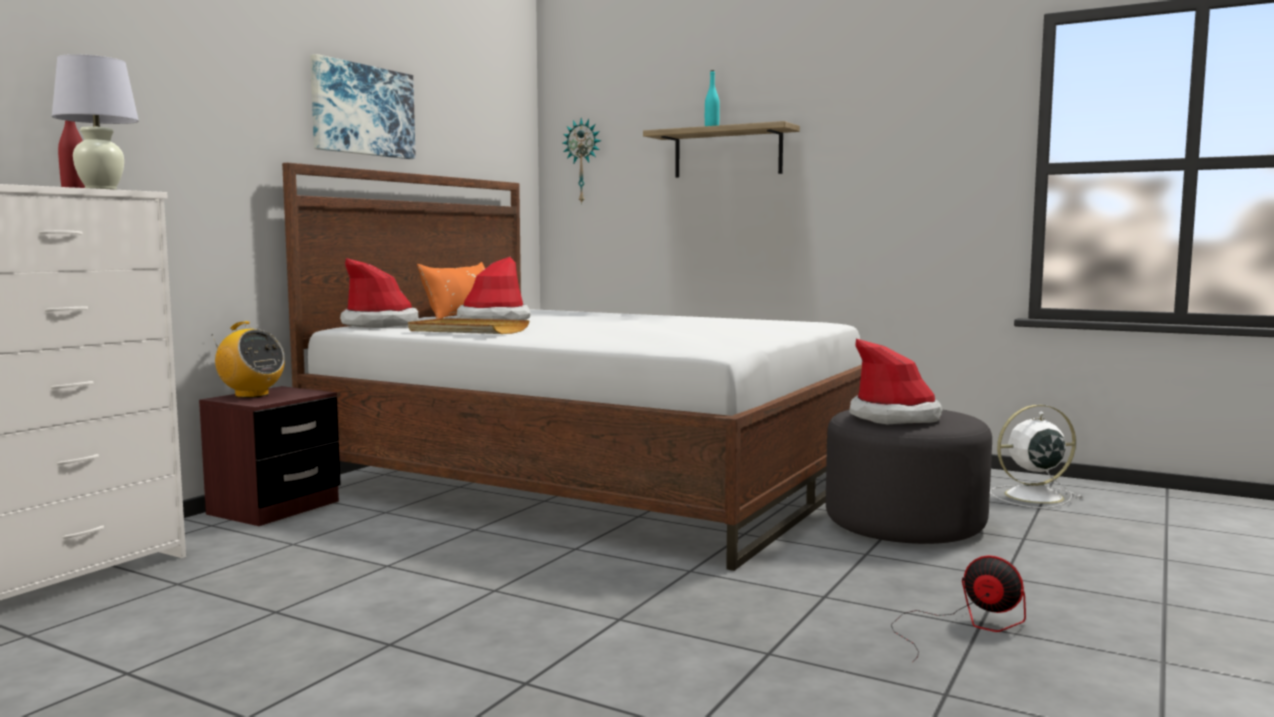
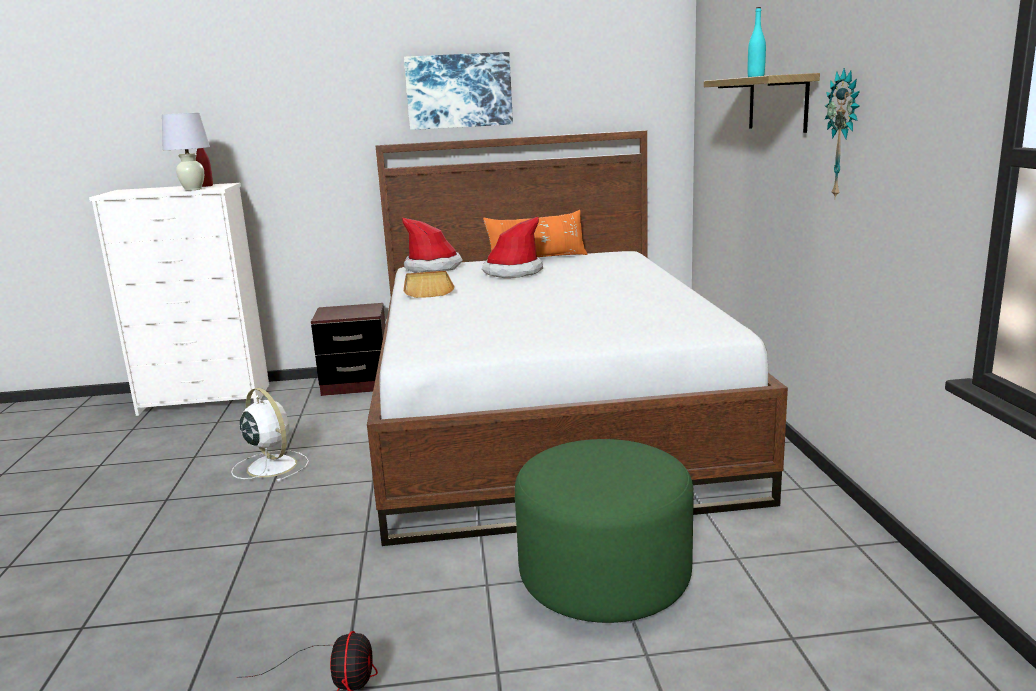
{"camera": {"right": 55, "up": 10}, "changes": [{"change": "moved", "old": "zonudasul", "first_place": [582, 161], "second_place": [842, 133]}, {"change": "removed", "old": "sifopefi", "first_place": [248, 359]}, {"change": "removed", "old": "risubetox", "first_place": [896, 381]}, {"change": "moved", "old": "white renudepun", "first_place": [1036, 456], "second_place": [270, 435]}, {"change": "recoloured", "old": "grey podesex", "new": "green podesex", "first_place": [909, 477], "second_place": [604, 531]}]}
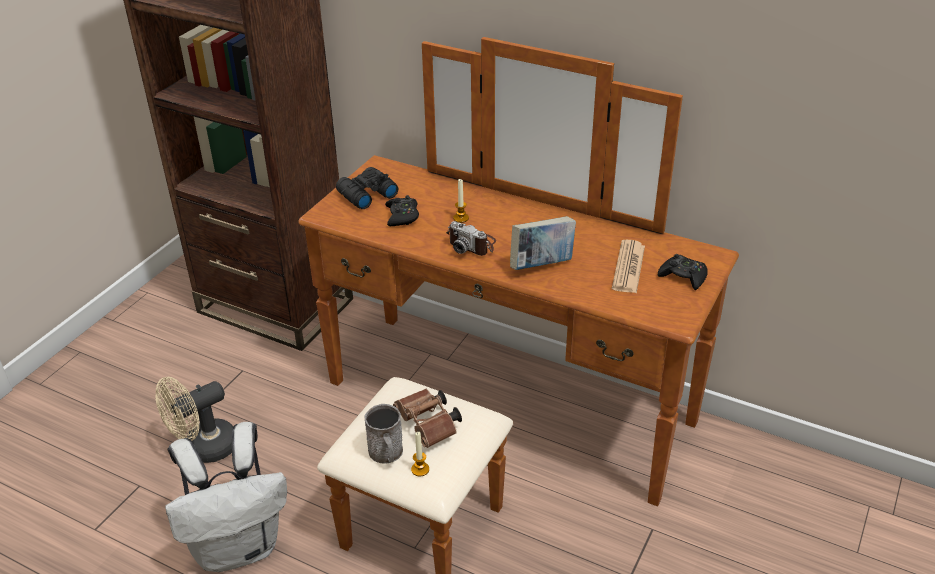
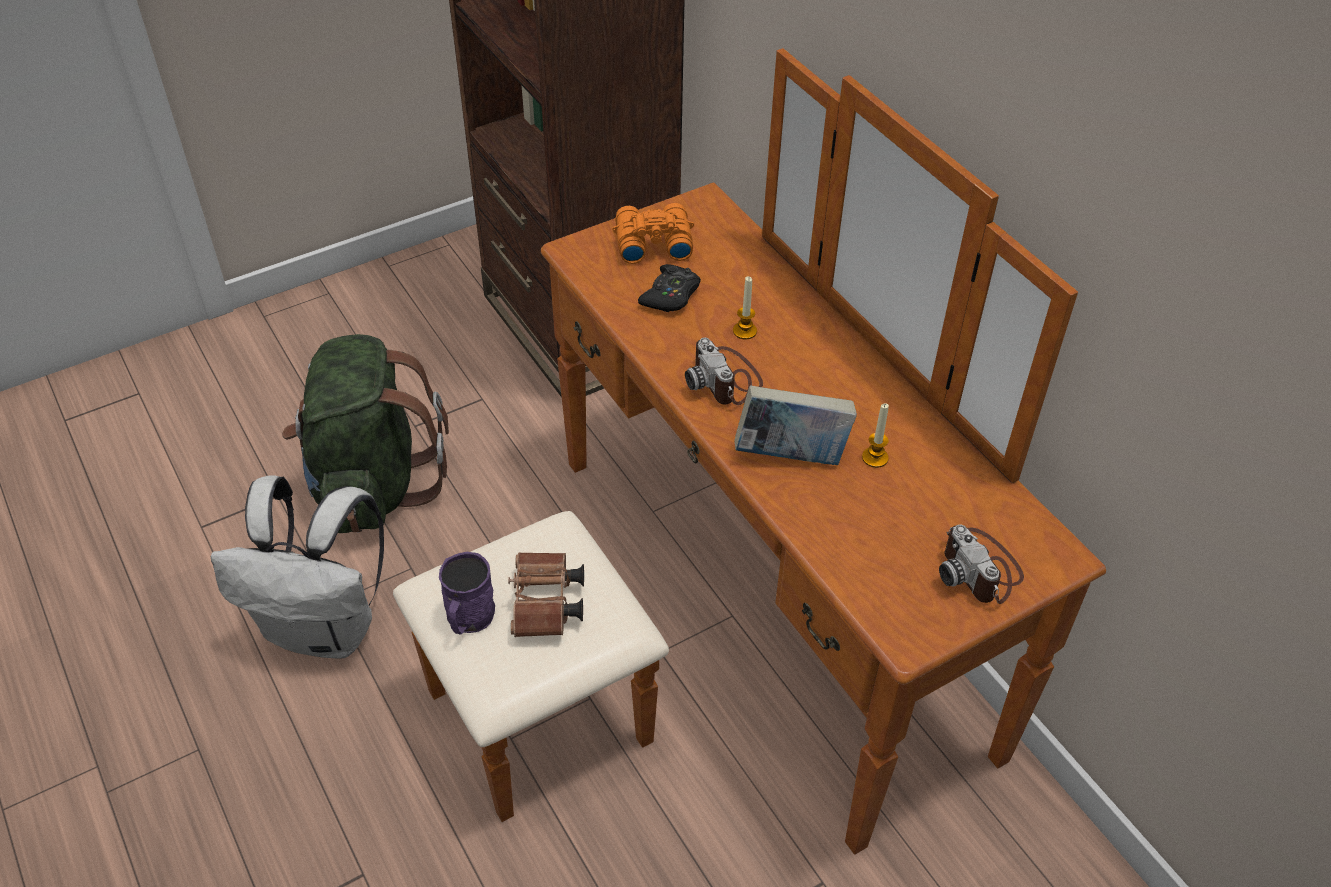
{"camera": {"right": 30, "up": 10}, "changes": [{"change": "recoloured", "old": "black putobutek", "new": "orange putobutek", "first_place": [367, 188], "second_place": [653, 233]}, {"change": "removed", "old": "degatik", "first_place": [628, 266]}, {"change": "replaced", "old": "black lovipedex", "new": "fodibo", "first_place": [683, 272], "second_place": [981, 564]}, {"change": "replaced", "old": "beige renudepun", "new": "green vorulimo", "first_place": [194, 420], "second_place": [365, 433]}, {"change": "recoloured", "old": "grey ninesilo", "new": "purple ninesilo", "first_place": [384, 434], "second_place": [467, 593]}, {"change": "moved", "old": "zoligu", "first_place": [420, 454], "second_place": [875, 436]}]}
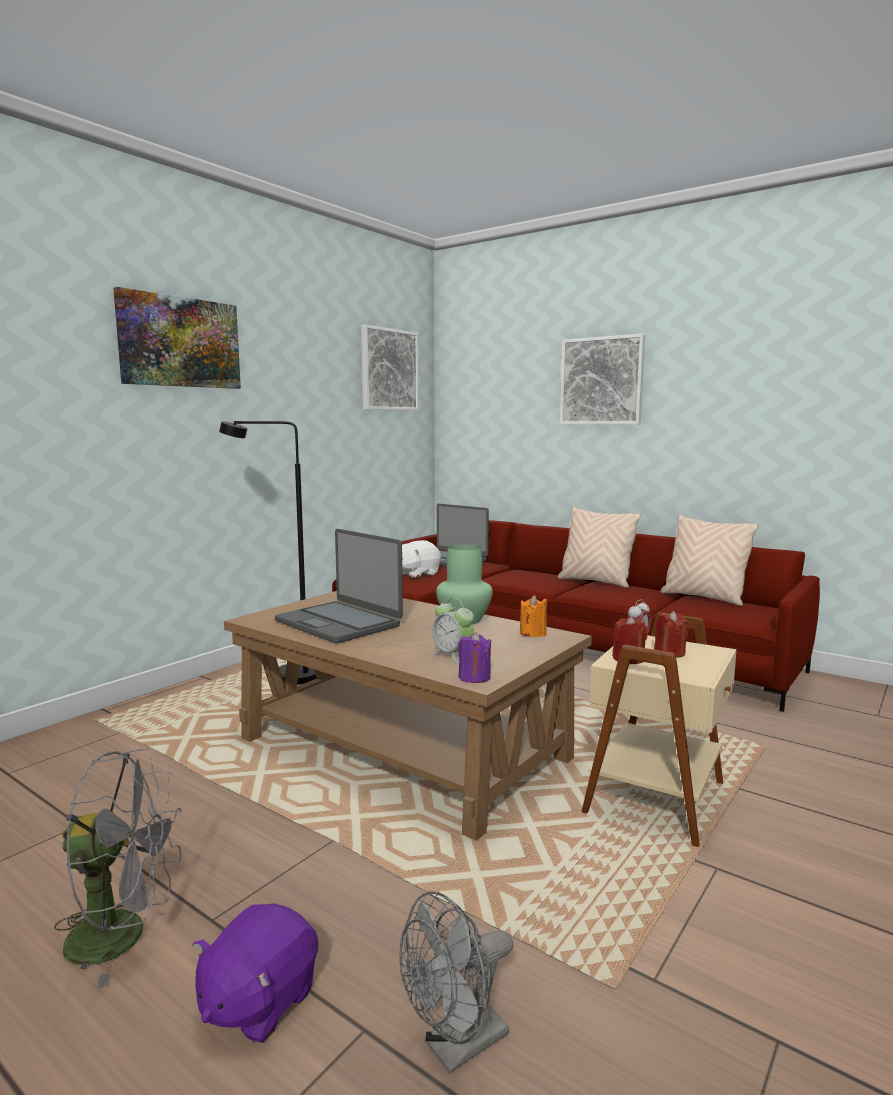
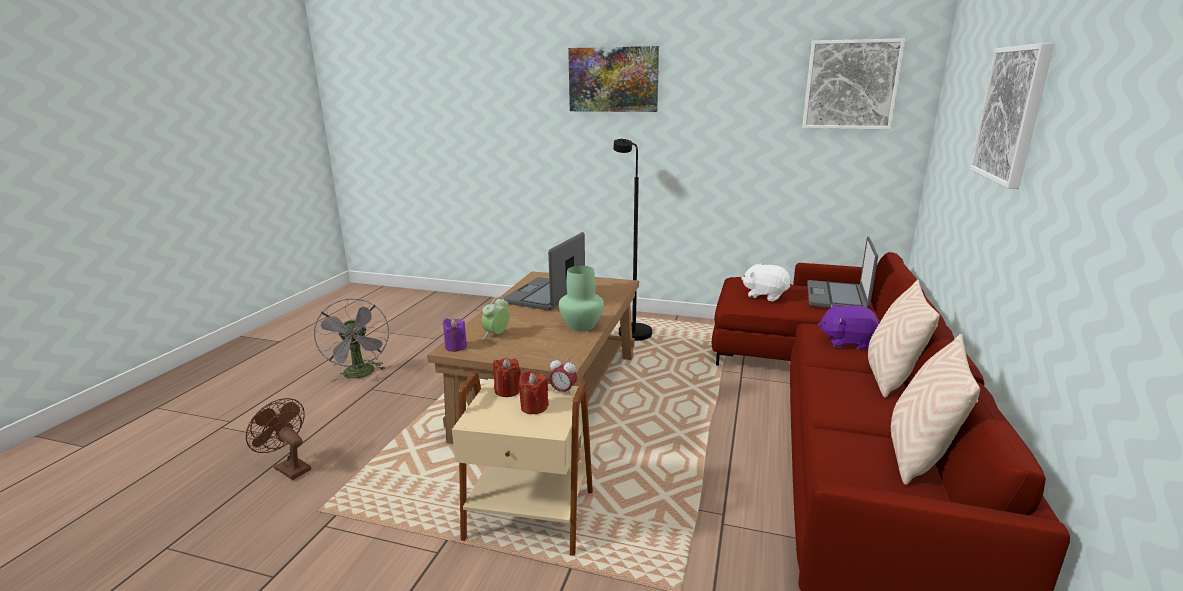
{"camera": {"right": 70, "up": 10}, "changes": [{"change": "removed", "old": "orange zoligu", "first_place": [533, 616]}, {"change": "recoloured", "old": "grey renudepun", "new": "brown renudepun", "first_place": [456, 982], "second_place": [278, 439]}, {"change": "moved", "old": "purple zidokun", "first_place": [255, 973], "second_place": [848, 327]}]}
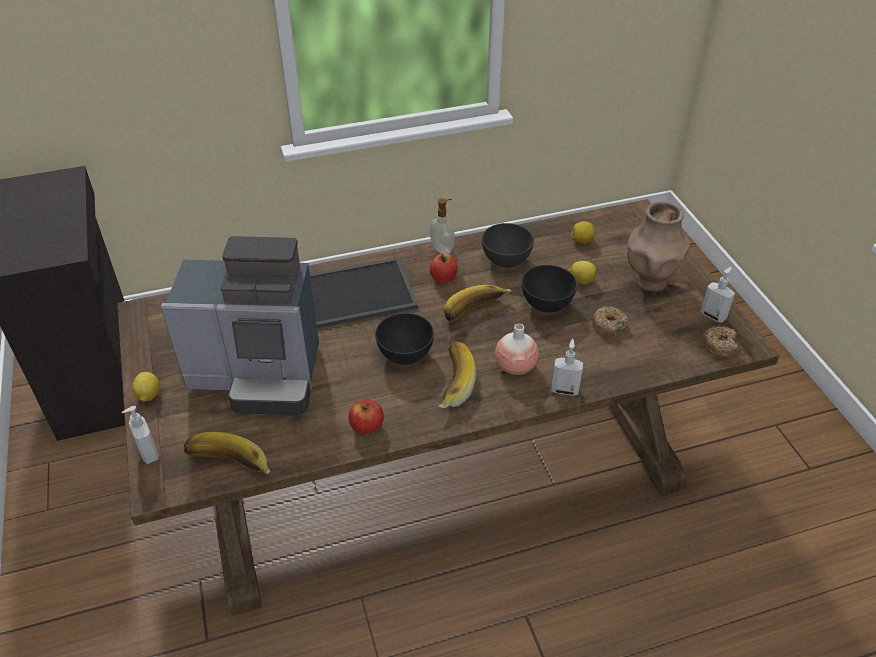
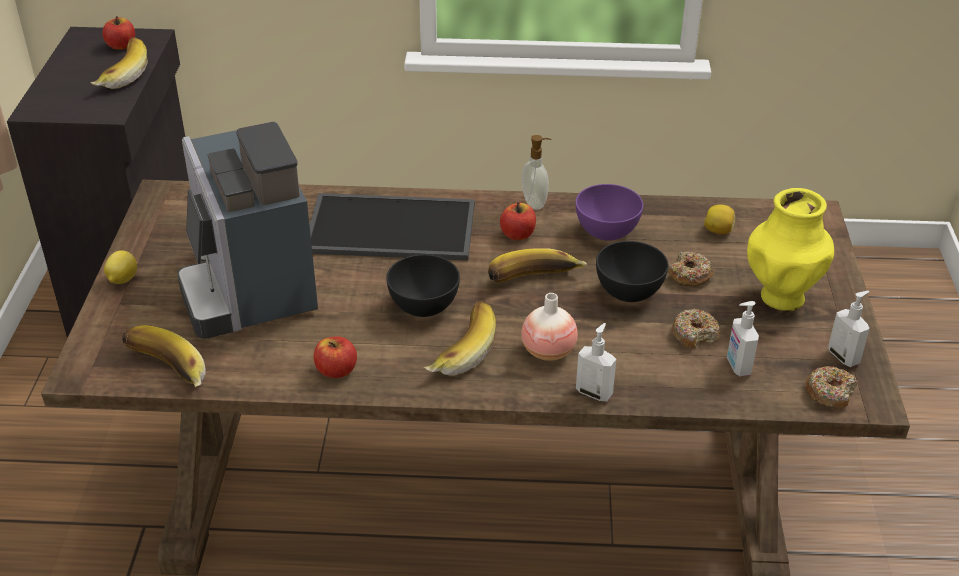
{"camera": {"right": 20, "up": -5}, "changes": [{"change": "recoloured", "old": "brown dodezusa", "new": "yellow dodezusa", "first_place": [658, 246], "second_place": [790, 250]}, {"change": "recoloured", "old": "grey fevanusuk", "new": "purple fevanusuk", "first_place": [508, 245], "second_place": [609, 212]}, {"change": "turned", "old": "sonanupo", "first_place": [240, 325], "second_place": [247, 230], "degrees": 45}, {"change": "replaced", "old": "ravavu", "new": "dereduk", "first_place": [582, 272], "second_place": [690, 269]}, {"change": "moved", "old": "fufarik", "first_place": [140, 435], "second_place": [743, 338]}, {"change": "added", "new": "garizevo", "second_place": [118, 33]}, {"change": "added", "new": "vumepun", "second_place": [119, 63]}]}
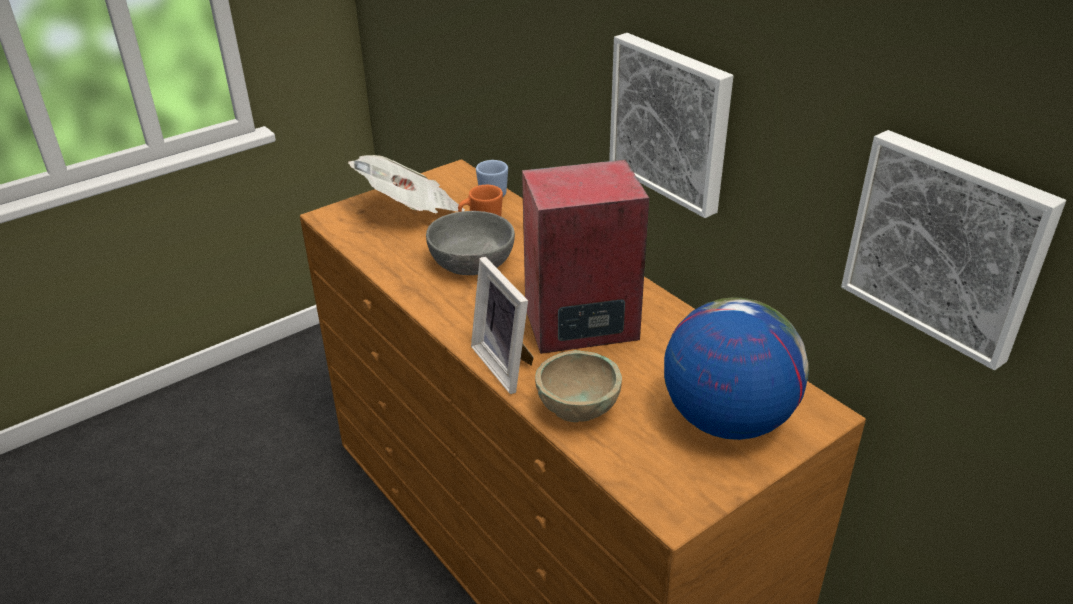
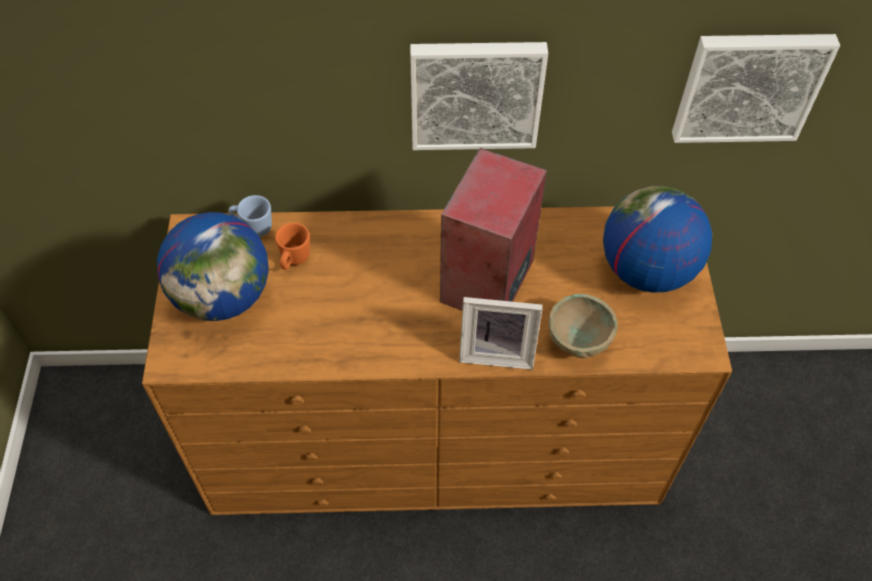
{"camera": {"right": -55, "up": 20}, "changes": [{"change": "replaced", "old": "degatik", "new": "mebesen", "first_place": [406, 184], "second_place": [213, 266]}, {"change": "removed", "old": "grey fevanusuk", "first_place": [470, 243]}]}
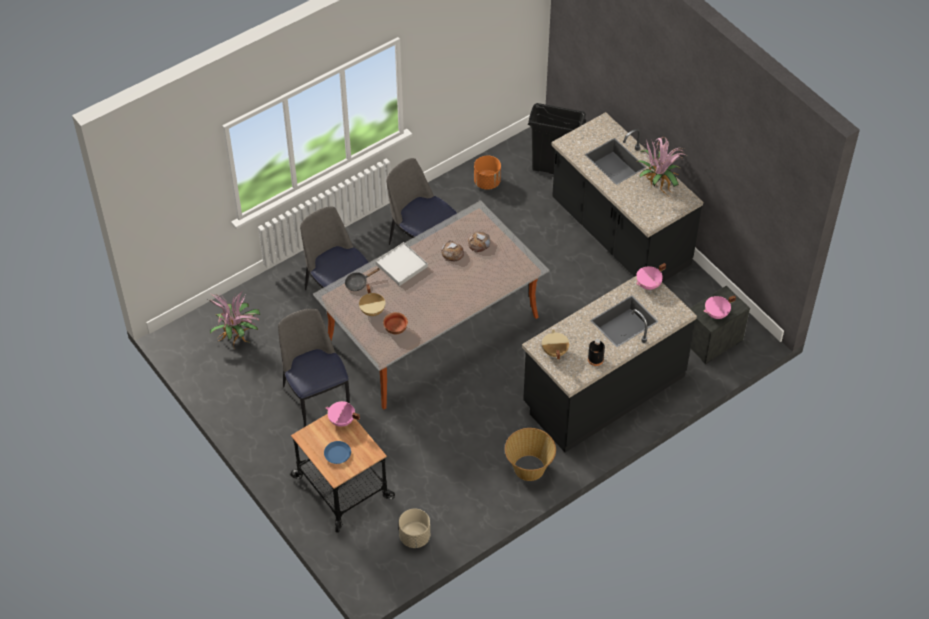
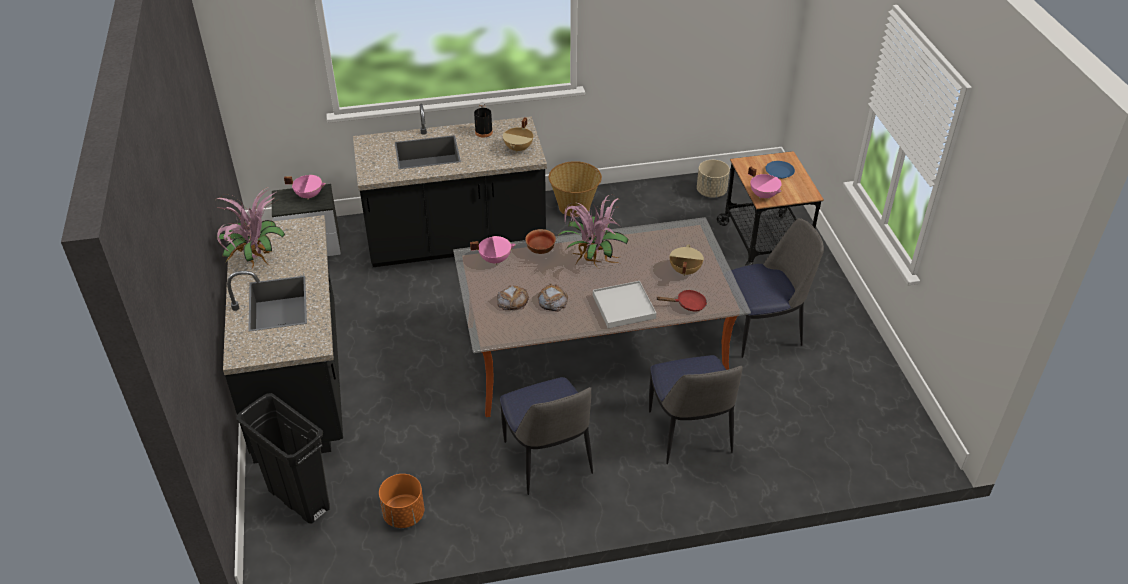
{"camera": {"right": -155, "up": -10}, "changes": [{"change": "moved", "old": "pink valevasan", "first_place": [651, 276], "second_place": [493, 250]}, {"change": "recoloured", "old": "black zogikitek", "new": "red zogikitek", "first_place": [362, 279], "second_place": [681, 301]}, {"change": "moved", "old": "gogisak", "first_place": [234, 319], "second_place": [593, 231]}, {"change": "turned", "old": "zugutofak", "first_place": [314, 367], "second_place": [777, 288], "degrees": -105}, {"change": "moved", "old": "fevanusuk", "first_place": [395, 323], "second_place": [540, 241]}]}
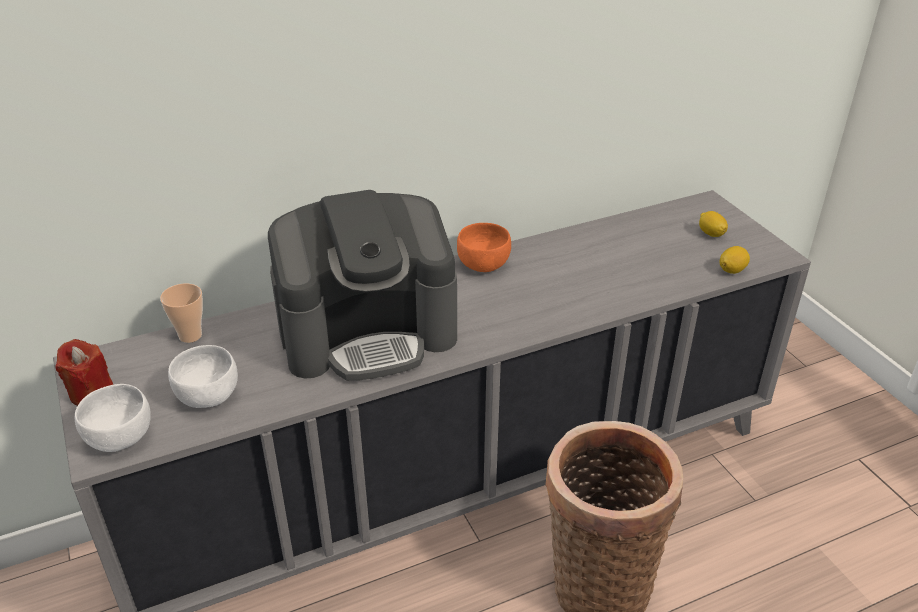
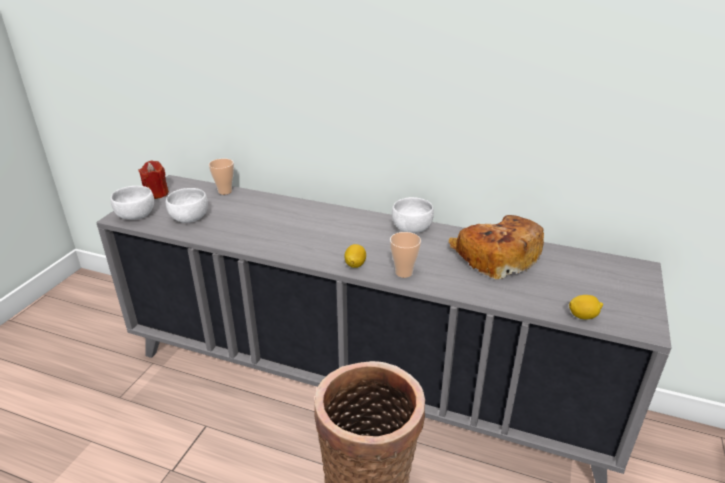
{"camera": {"right": 45, "up": -5}, "changes": [{"change": "removed", "old": "sonanupo", "first_place": [362, 285]}, {"change": "moved", "old": "ravavu", "first_place": [713, 224], "second_place": [355, 256]}, {"change": "recoloured", "old": "orange fevanusuk", "new": "white fevanusuk", "first_place": [484, 247], "second_place": [413, 215]}, {"change": "added", "new": "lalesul", "second_place": [496, 247]}, {"change": "added", "new": "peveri", "second_place": [405, 255]}]}
